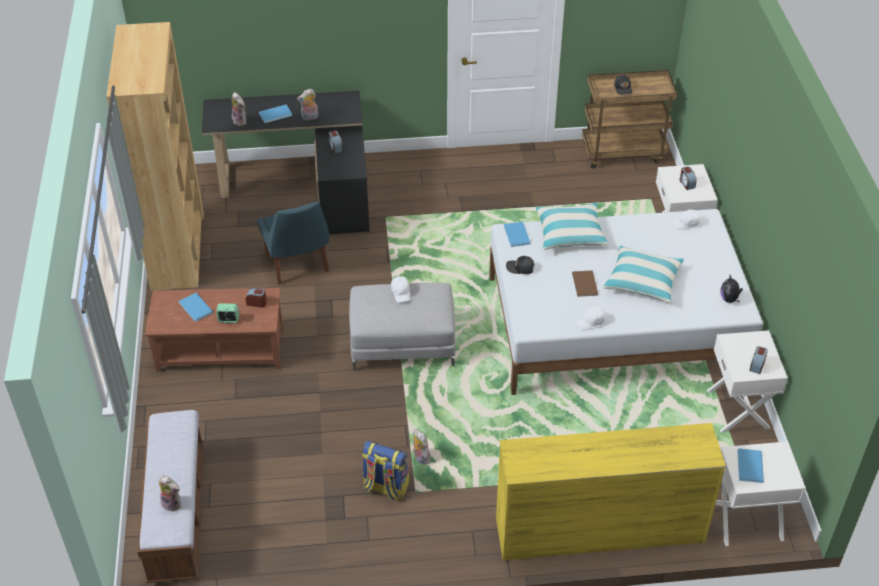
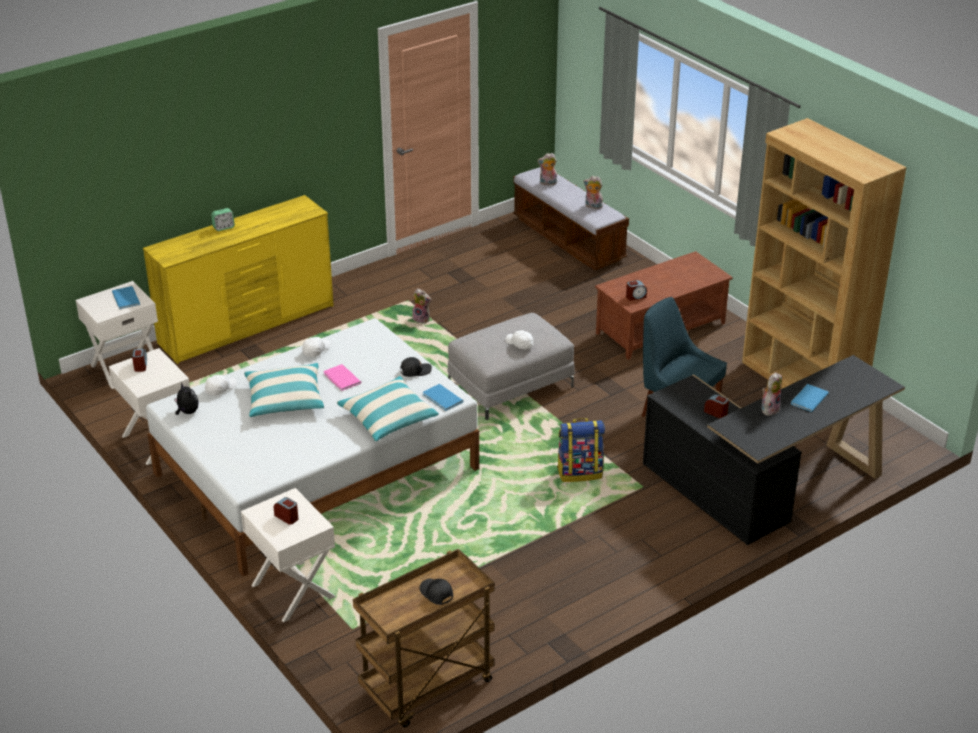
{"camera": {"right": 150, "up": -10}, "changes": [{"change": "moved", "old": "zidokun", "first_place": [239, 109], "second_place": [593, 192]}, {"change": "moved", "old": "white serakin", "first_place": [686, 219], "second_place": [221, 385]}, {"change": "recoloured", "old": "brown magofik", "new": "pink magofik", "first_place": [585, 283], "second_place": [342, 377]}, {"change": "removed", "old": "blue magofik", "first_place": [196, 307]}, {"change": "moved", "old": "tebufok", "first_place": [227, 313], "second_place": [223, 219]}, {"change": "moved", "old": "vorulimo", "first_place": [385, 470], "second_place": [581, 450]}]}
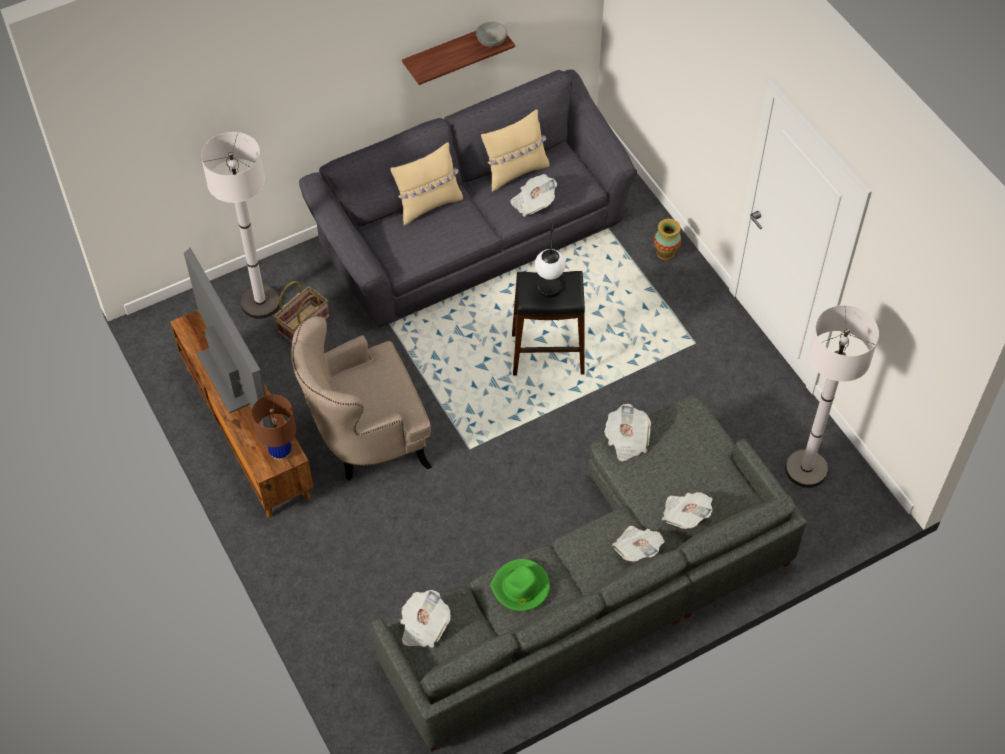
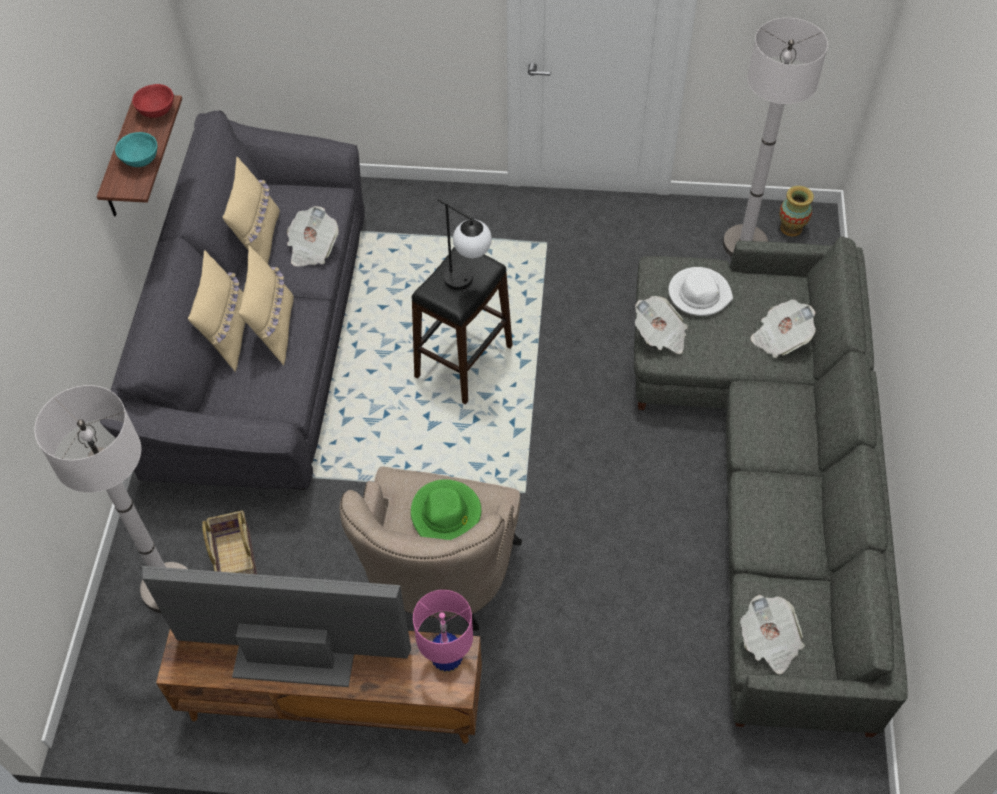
{"camera": {"right": -55, "up": 0}, "changes": [{"change": "recoloured", "old": "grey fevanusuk", "new": "red fevanusuk", "first_place": [491, 34], "second_place": [153, 101]}, {"change": "moved", "old": "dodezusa", "first_place": [667, 240], "second_place": [796, 211]}, {"change": "recoloured", "old": "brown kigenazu", "new": "pink kigenazu", "first_place": [273, 427], "second_place": [443, 631]}, {"change": "removed", "old": "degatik", "first_place": [638, 543]}, {"change": "moved", "old": "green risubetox", "first_place": [520, 585], "second_place": [446, 509]}, {"change": "added", "new": "turquoise fevanusuk", "second_place": [136, 149]}, {"change": "added", "new": "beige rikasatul", "second_place": [266, 306]}, {"change": "added", "new": "white risubetox", "second_place": [701, 291]}]}
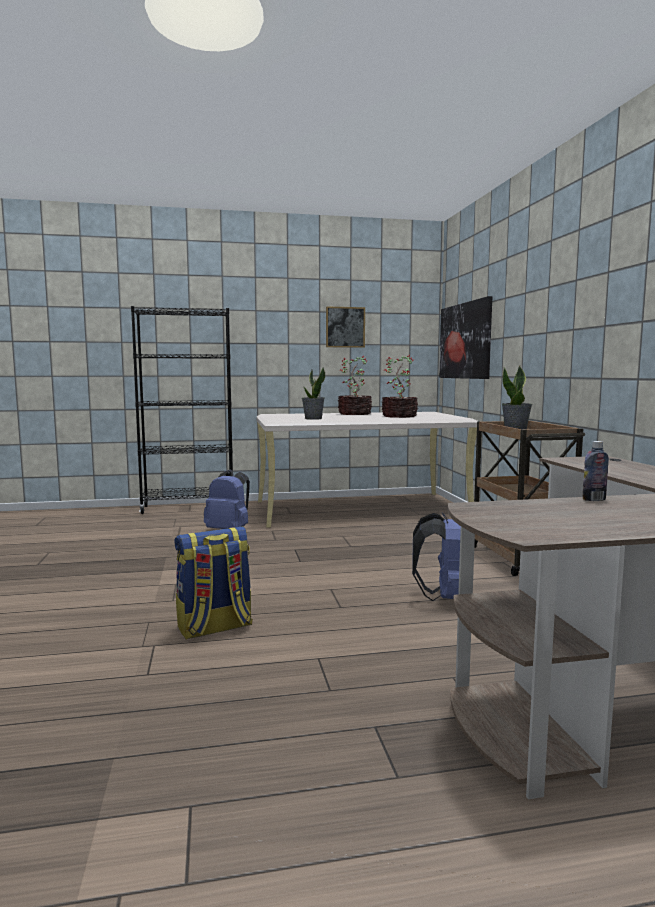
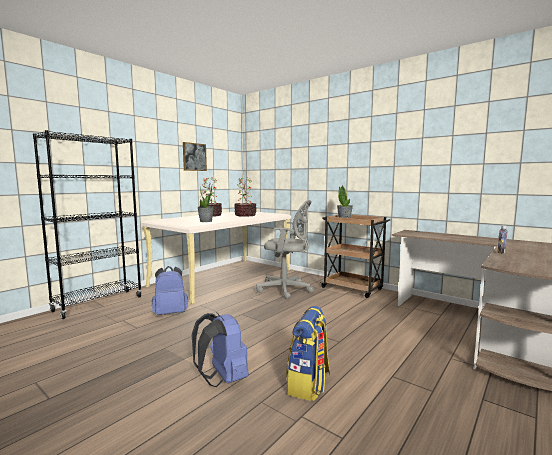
{"camera": {"right": -40, "up": 0}, "changes": [{"change": "removed", "old": "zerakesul", "first_place": [465, 337]}, {"change": "moved", "old": "blue vorulimo", "first_place": [436, 557], "second_place": [220, 349]}, {"change": "added", "new": "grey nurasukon", "second_place": [285, 249]}]}
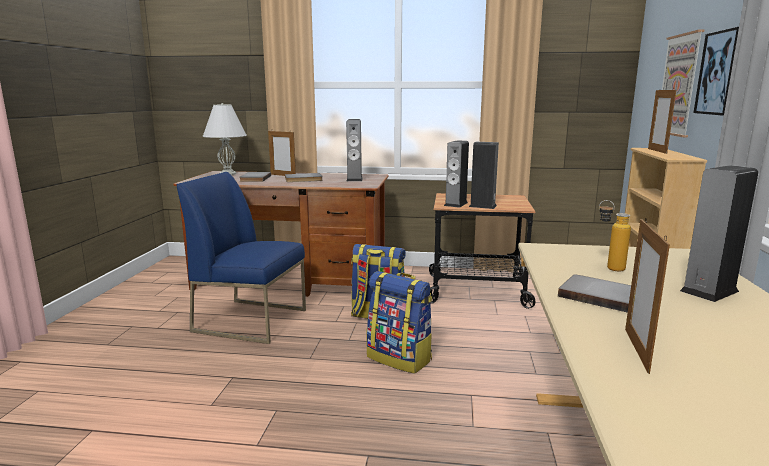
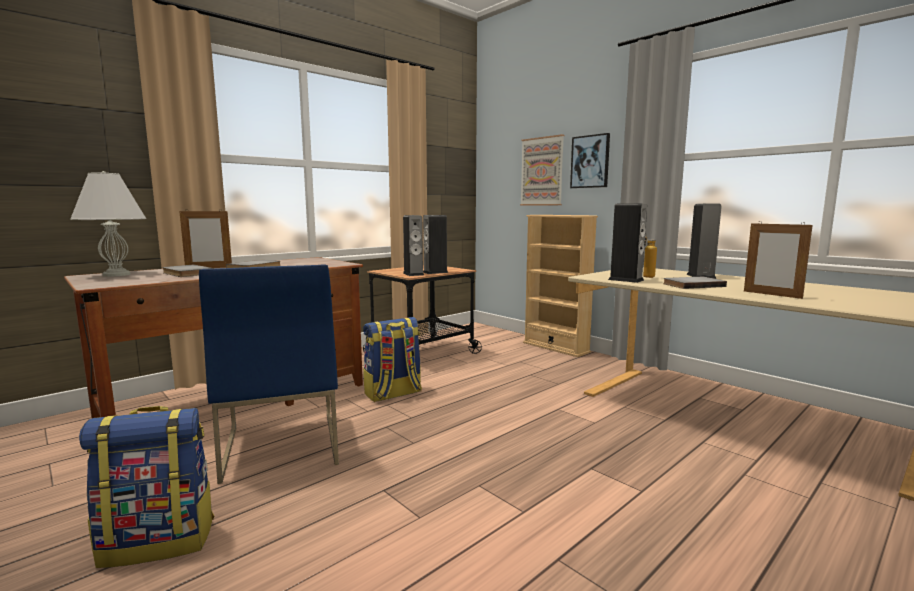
{"camera": {"right": -50, "up": -5}, "changes": [{"change": "removed", "old": "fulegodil", "first_place": [662, 121]}, {"change": "moved", "old": "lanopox", "first_place": [354, 150], "second_place": [627, 243]}, {"change": "turned", "old": "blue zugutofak", "first_place": [241, 258], "second_place": [269, 374], "degrees": -75}, {"change": "moved", "old": "vorulimo", "first_place": [399, 322], "second_place": [146, 487]}]}
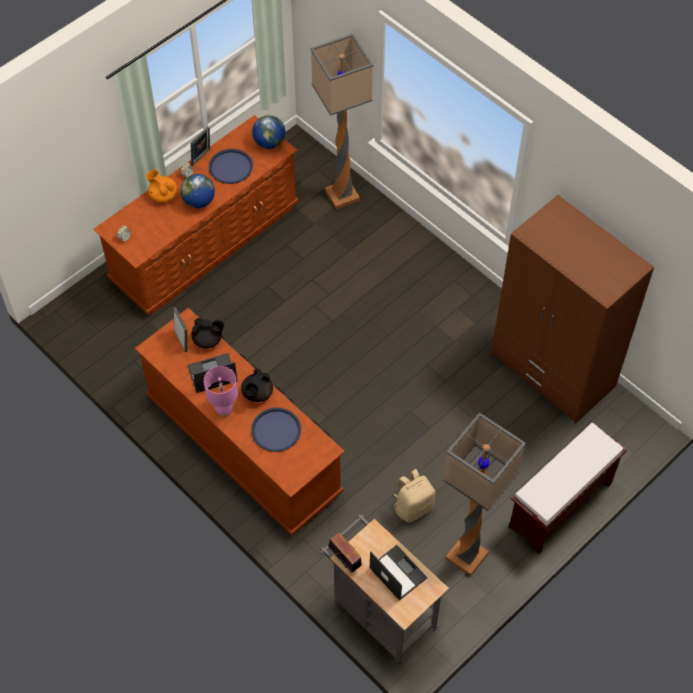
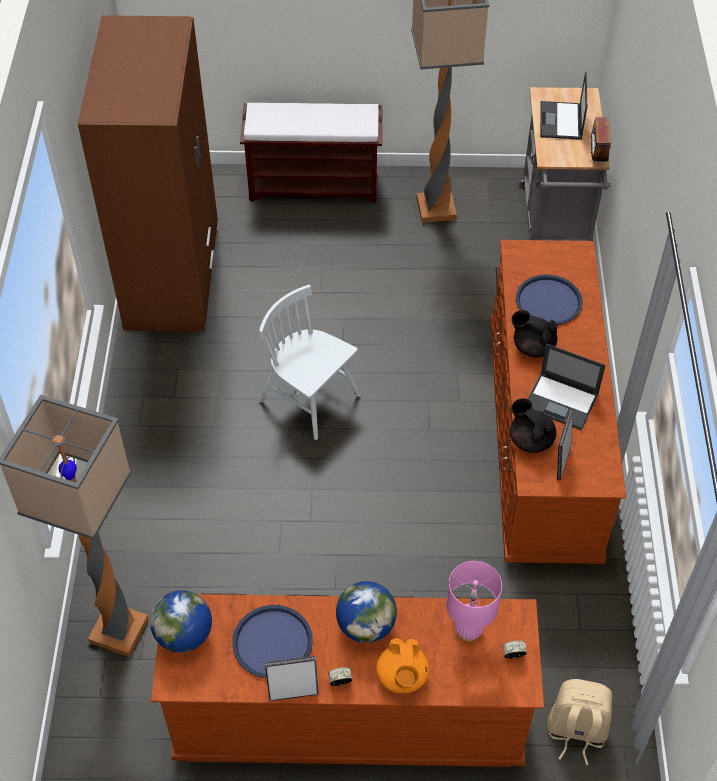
{"camera": {"right": -135, "up": -5}, "changes": [{"change": "moved", "old": "pink kigenazu", "first_place": [221, 391], "second_place": [474, 601]}, {"change": "turned", "old": "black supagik", "first_place": [257, 385], "second_place": [534, 334], "degrees": -135}, {"change": "moved", "old": "beige vorulimo", "first_place": [414, 496], "second_place": [579, 722]}, {"change": "added", "new": "white zugutofak", "second_place": [309, 362]}]}
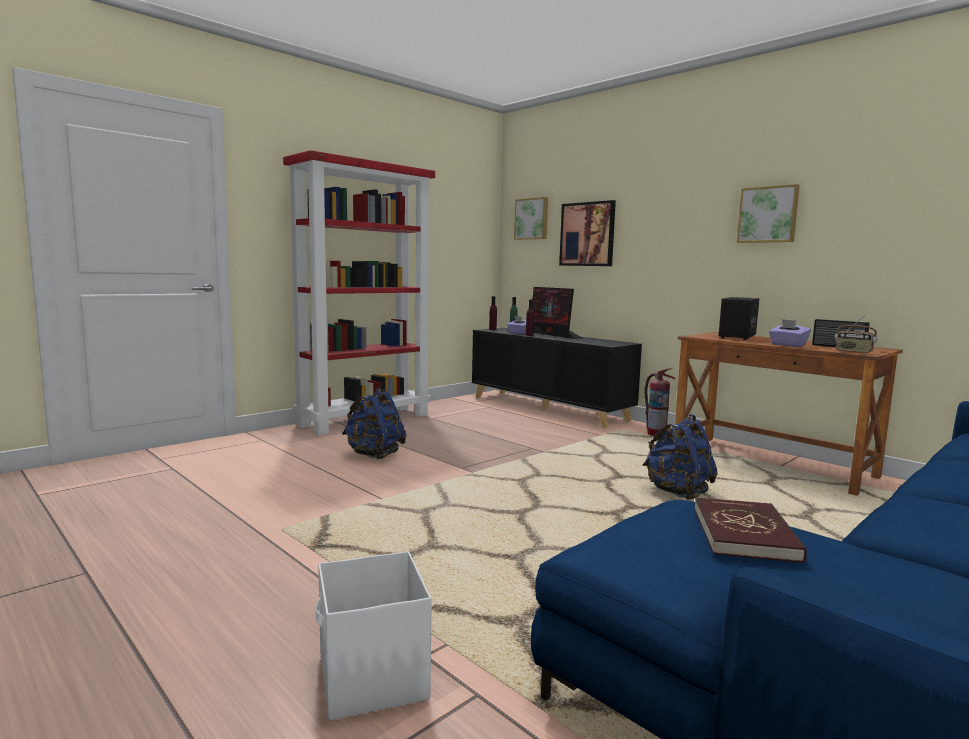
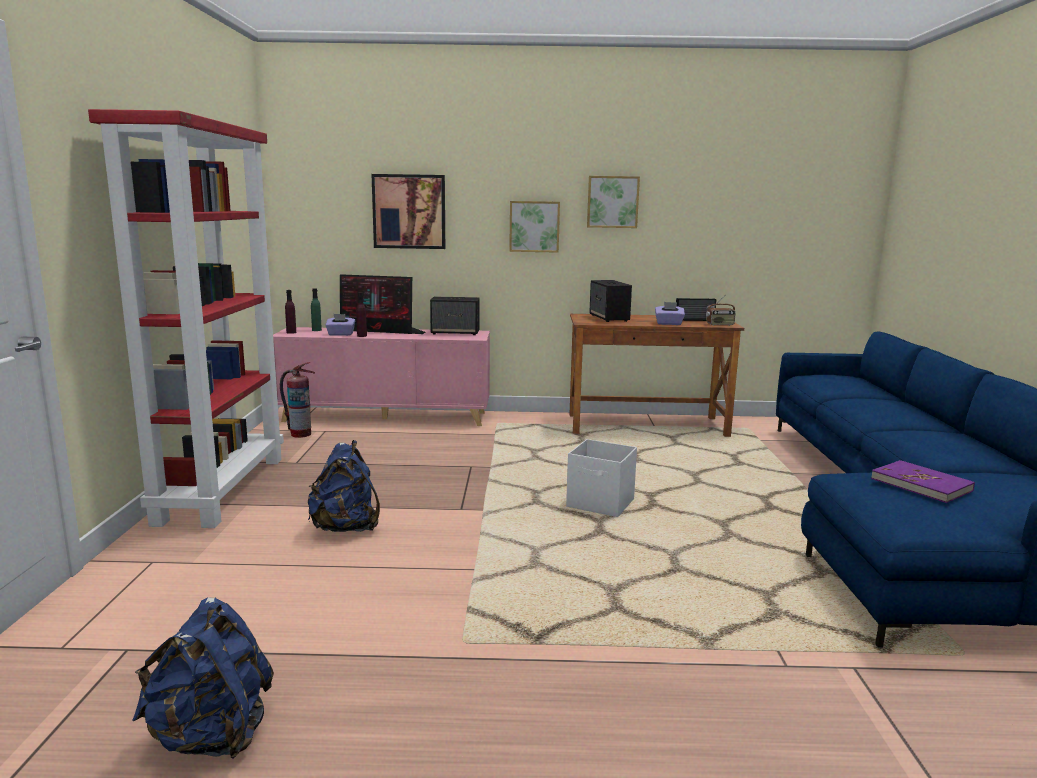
{"camera": {"right": -45, "up": 5}, "changes": [{"change": "moved", "old": "zerakesul", "first_place": [531, 218], "second_place": [534, 227]}, {"change": "recoloured", "old": "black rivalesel", "new": "pink rivalesel", "first_place": [557, 378], "second_place": [381, 376]}, {"change": "moved", "old": "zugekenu", "first_place": [660, 402], "second_place": [297, 400]}, {"change": "moved", "old": "blue vorulimo", "first_place": [680, 457], "second_place": [203, 678]}, {"change": "recoloured", "old": "red magofik", "new": "purple magofik", "first_place": [750, 530], "second_place": [923, 481]}, {"change": "moved", "old": "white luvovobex", "first_place": [374, 635], "second_place": [601, 478]}, {"change": "added", "new": "lanopox", "second_place": [455, 316]}]}
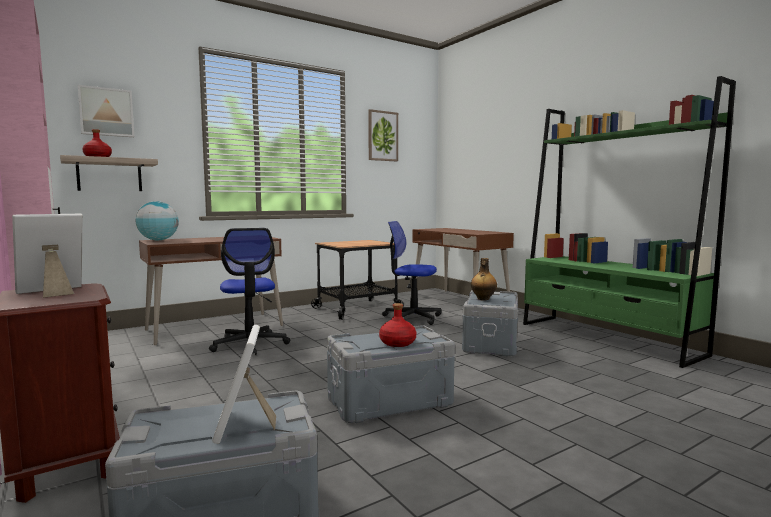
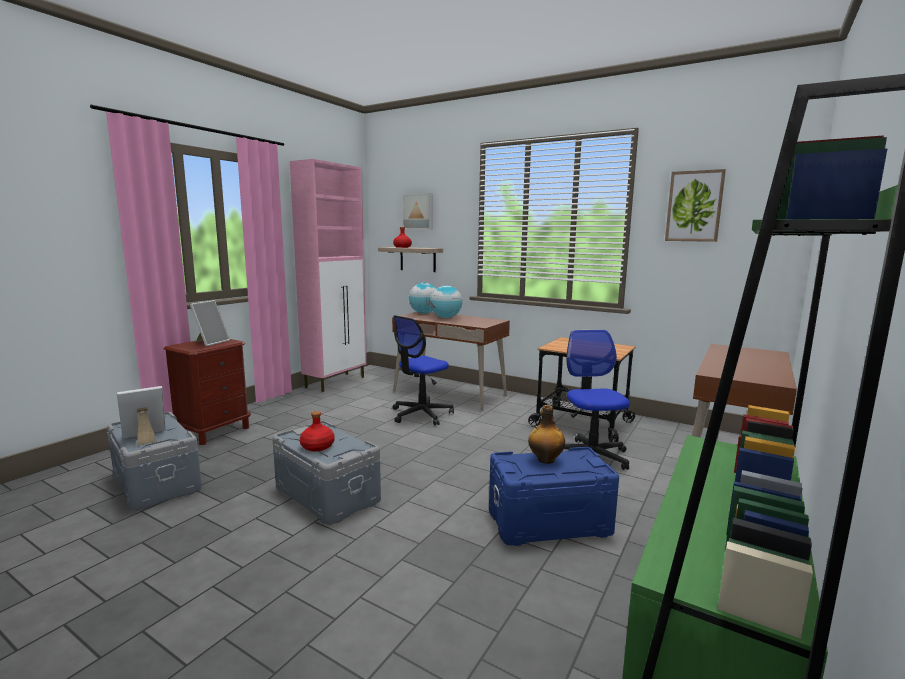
{"camera": {"right": 65, "up": 5}, "changes": [{"change": "turned", "old": "fulegodil", "first_place": [47, 256], "second_place": [210, 323], "degrees": 90}, {"change": "recoloured", "old": "grey luvovobex", "new": "blue luvovobex", "first_place": [490, 323], "second_place": [554, 496]}, {"change": "added", "new": "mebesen", "second_place": [446, 301]}]}
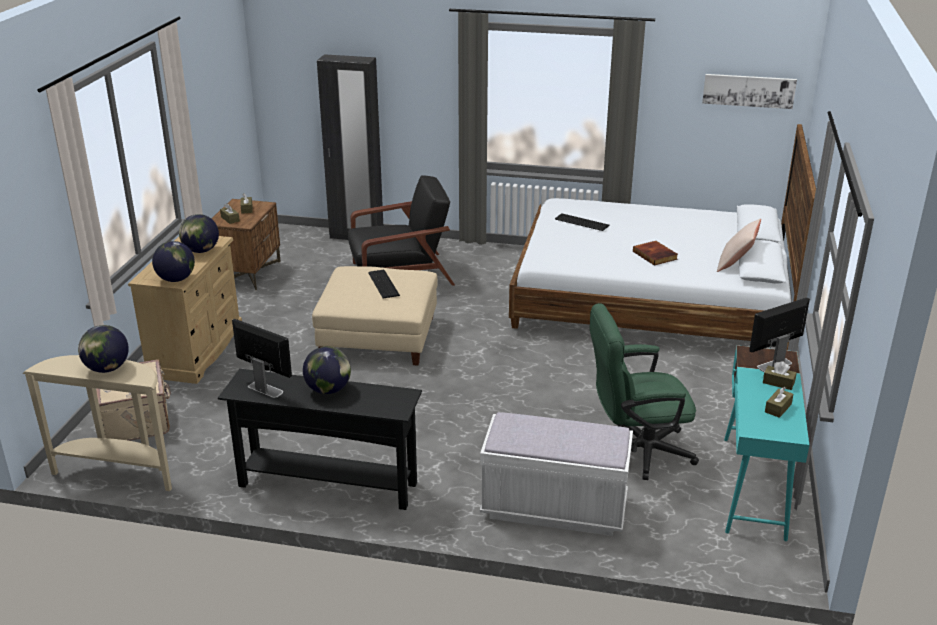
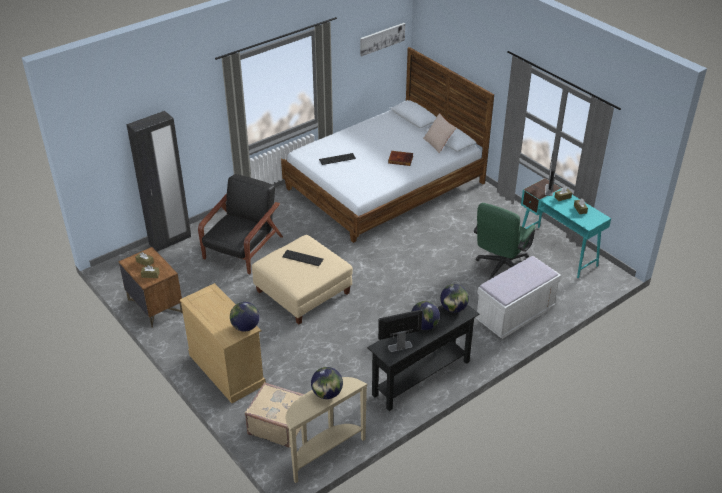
{"camera": {"right": -50, "up": 10}, "changes": [{"change": "moved", "old": "mebesen", "first_place": [199, 233], "second_place": [454, 298]}]}
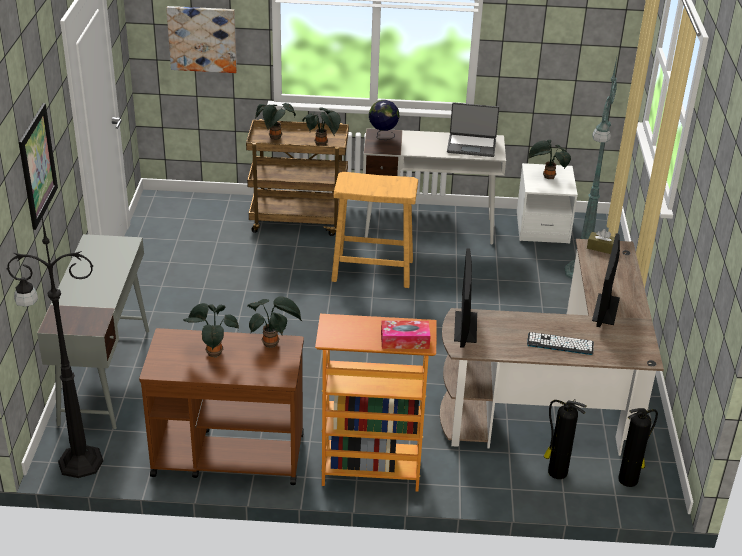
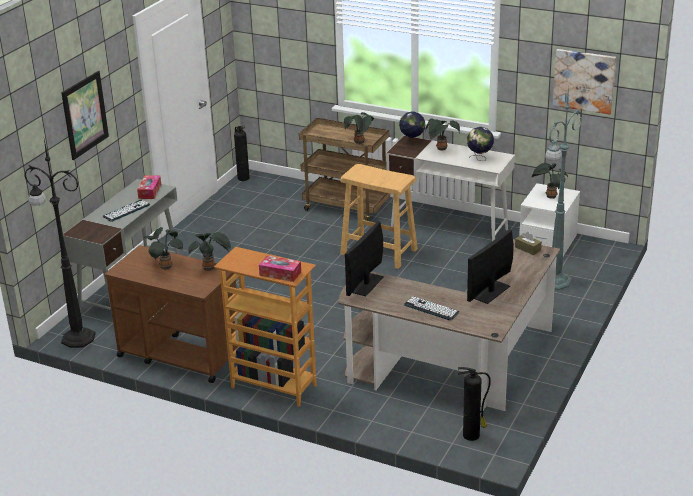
{"camera": {"right": 25, "up": -5}, "changes": [{"change": "moved", "old": "zerakesul", "first_place": [201, 39], "second_place": [584, 81]}, {"change": "replaced", "old": "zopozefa", "new": "mebesen", "first_place": [473, 129], "second_place": [480, 144]}, {"change": "moved", "old": "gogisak", "first_place": [275, 121], "second_place": [442, 135]}, {"change": "moved", "old": "zugekenu", "first_place": [565, 439], "second_place": [242, 153]}, {"change": "added", "new": "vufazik", "second_place": [149, 187]}, {"change": "added", "new": "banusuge", "second_place": [126, 211]}]}
